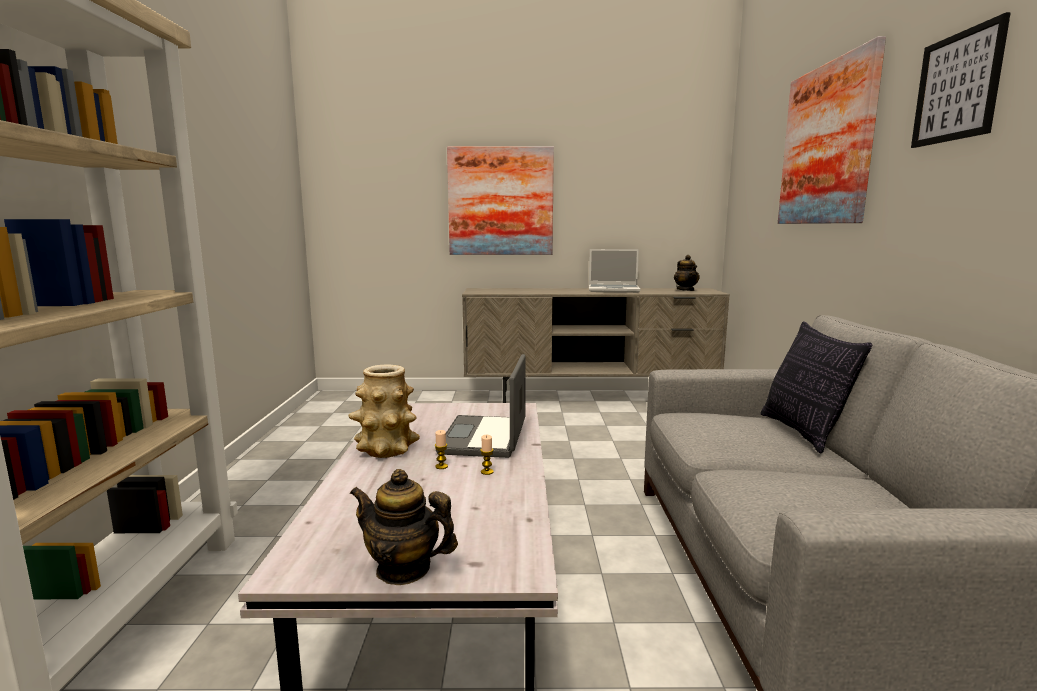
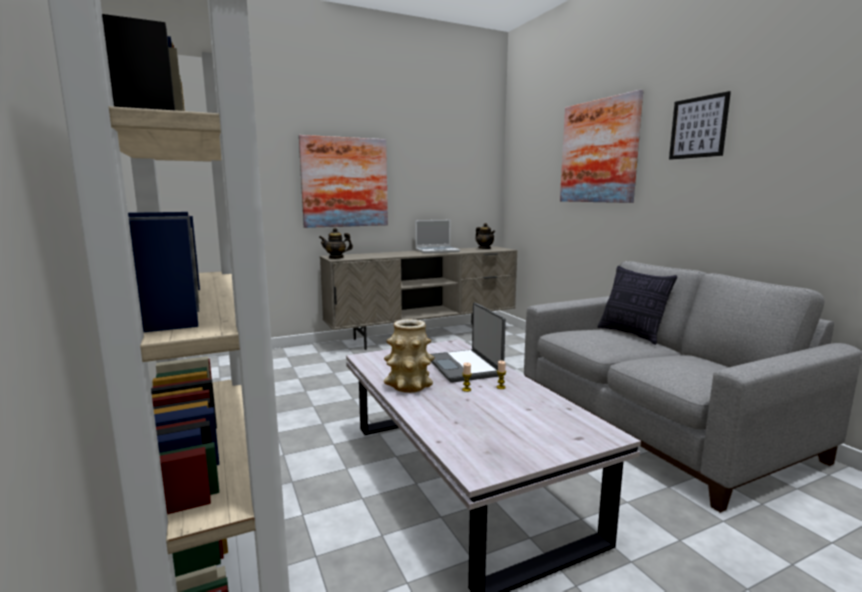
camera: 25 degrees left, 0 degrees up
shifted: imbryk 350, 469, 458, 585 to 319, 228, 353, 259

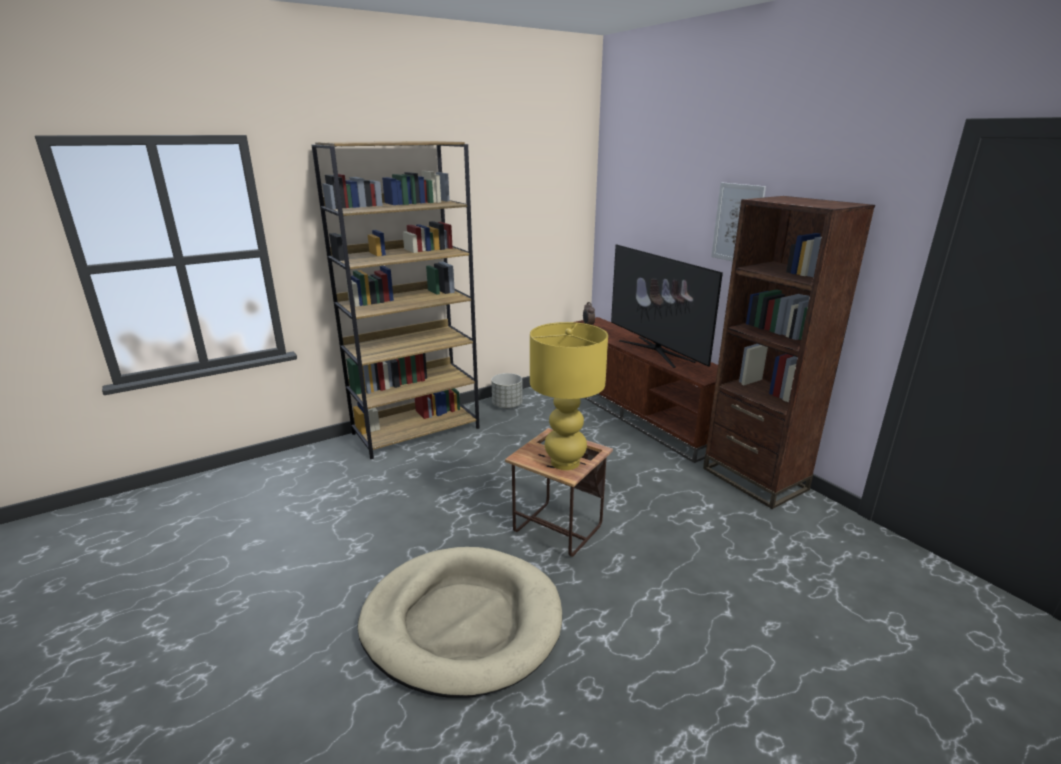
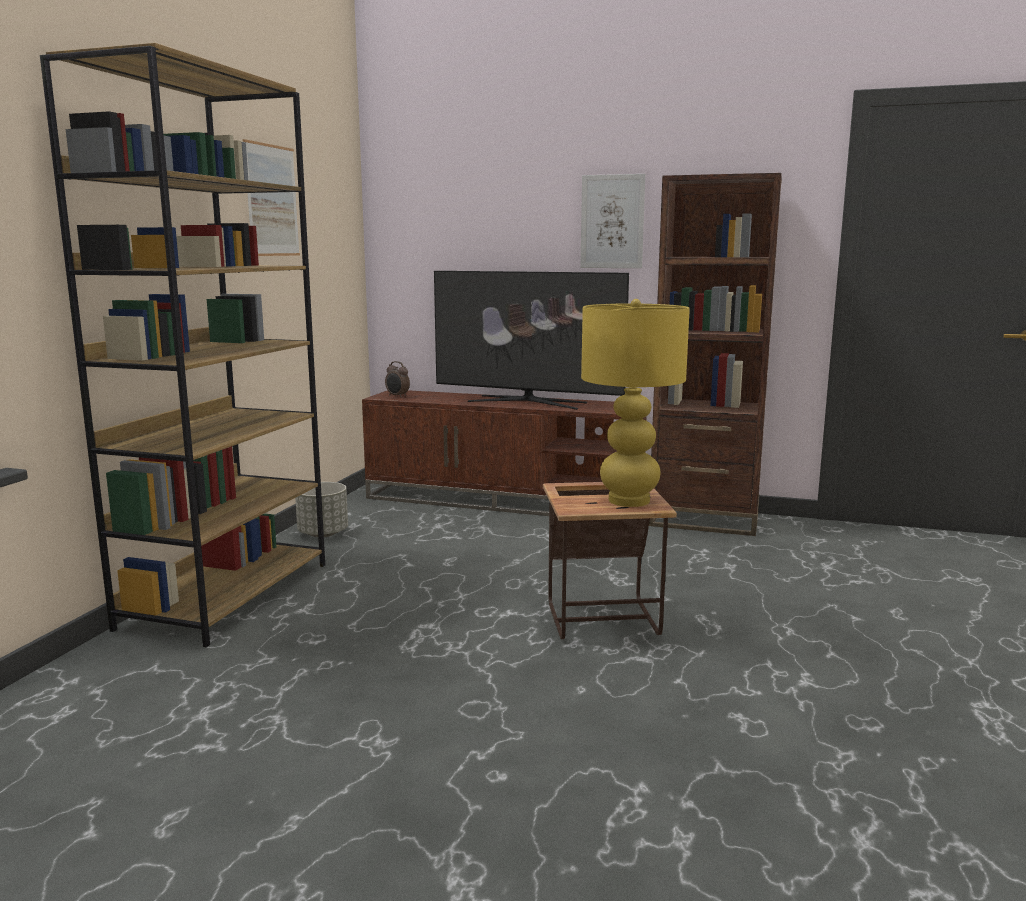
camera: 40 degrees left, 10 degrees down
gone: legowisko/beżowy 358, 547, 562, 698
new: obraz 243, 139, 300, 256

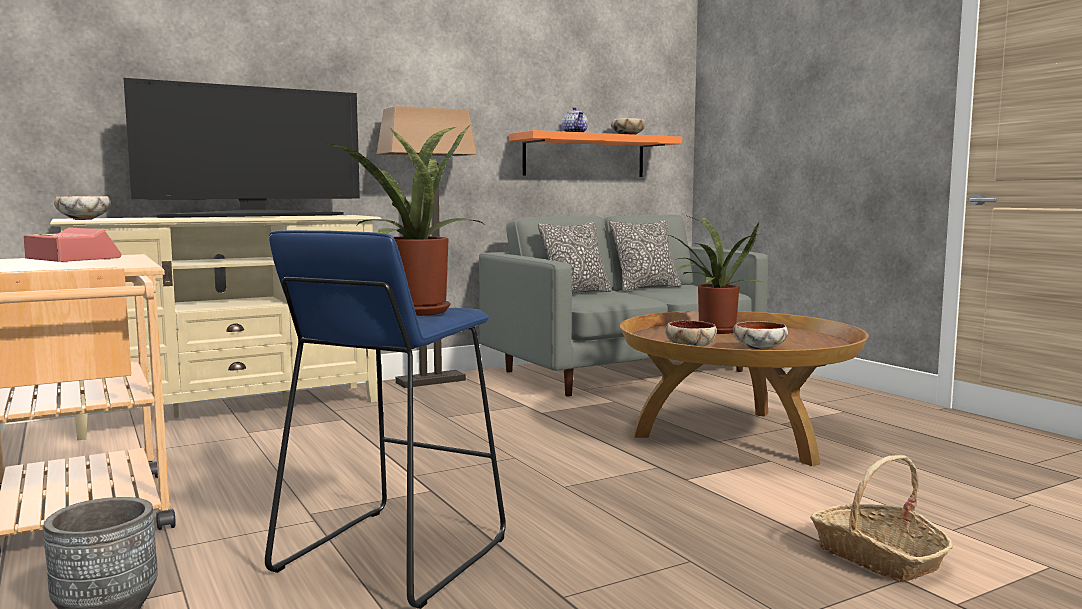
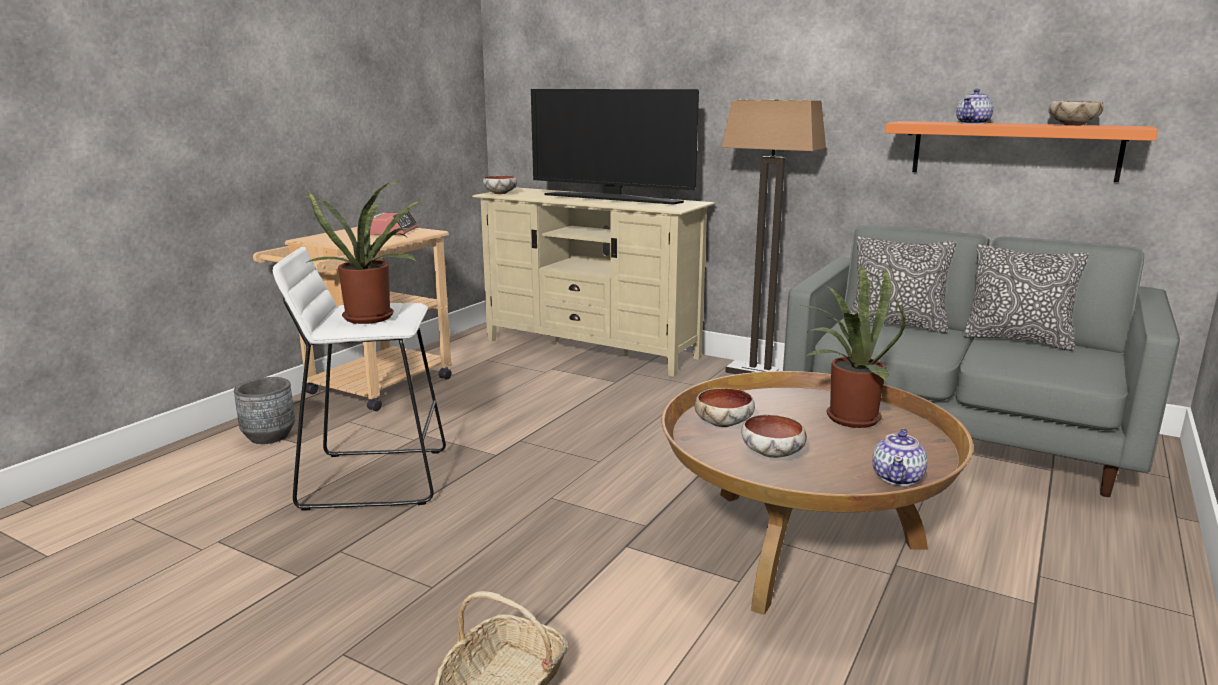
camera: 60 degrees right, 10 degrees up
new: imbryk 873, 429, 928, 486
repainted: stołek/niebieski 265, 230, 506, 609 to stołek/biały 273, 247, 446, 511

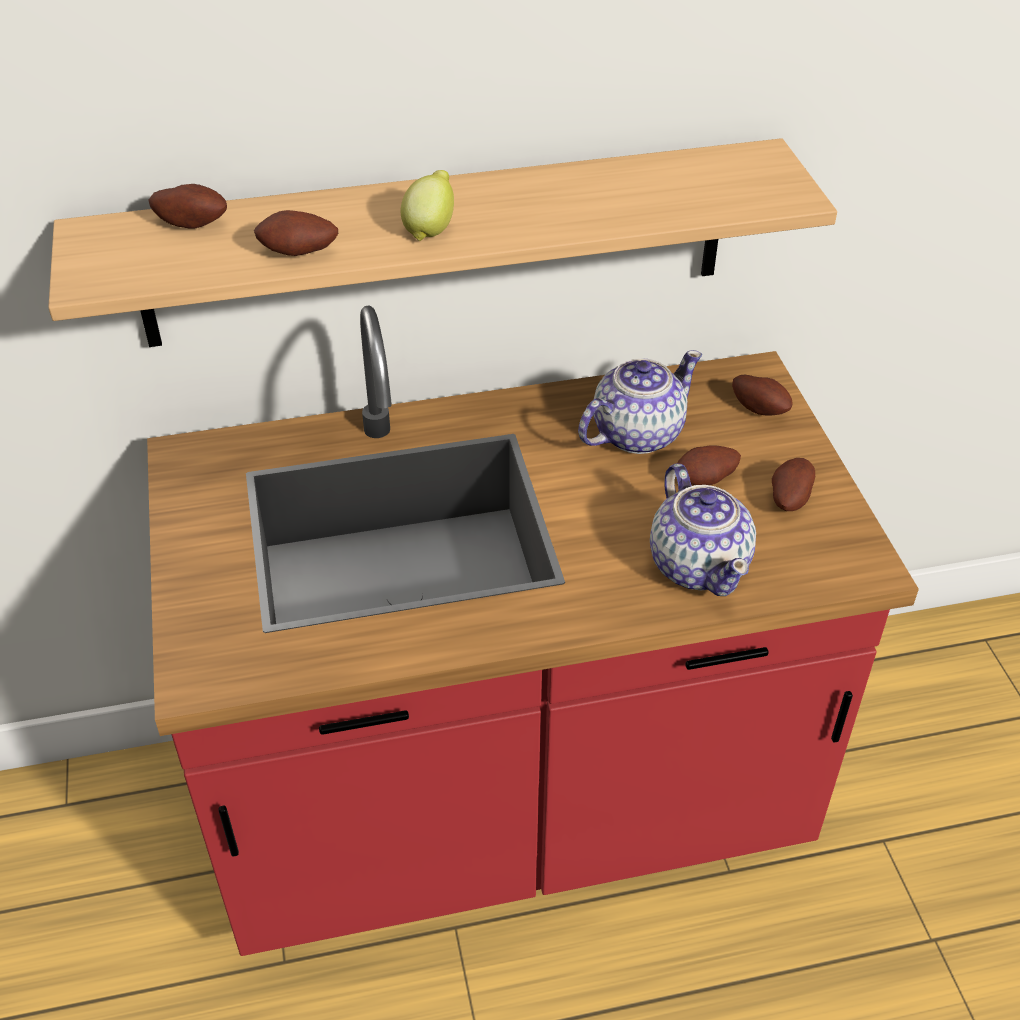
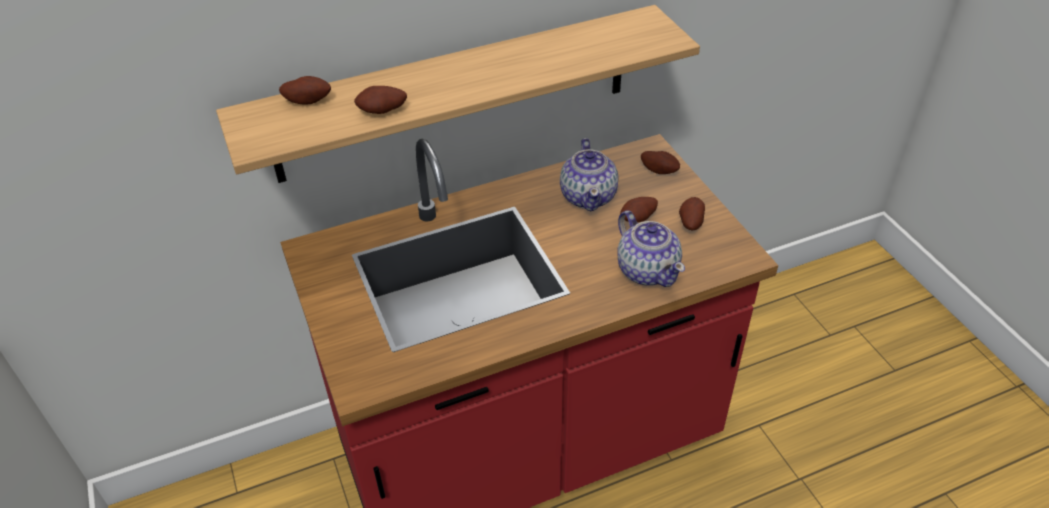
camera: 10 degrees left, 0 degrees up
gone: cytryna 400, 170, 454, 241
rotated: imbryk 578, 350, 702, 454 = 560, 138, 618, 211 135 degrees clockwise

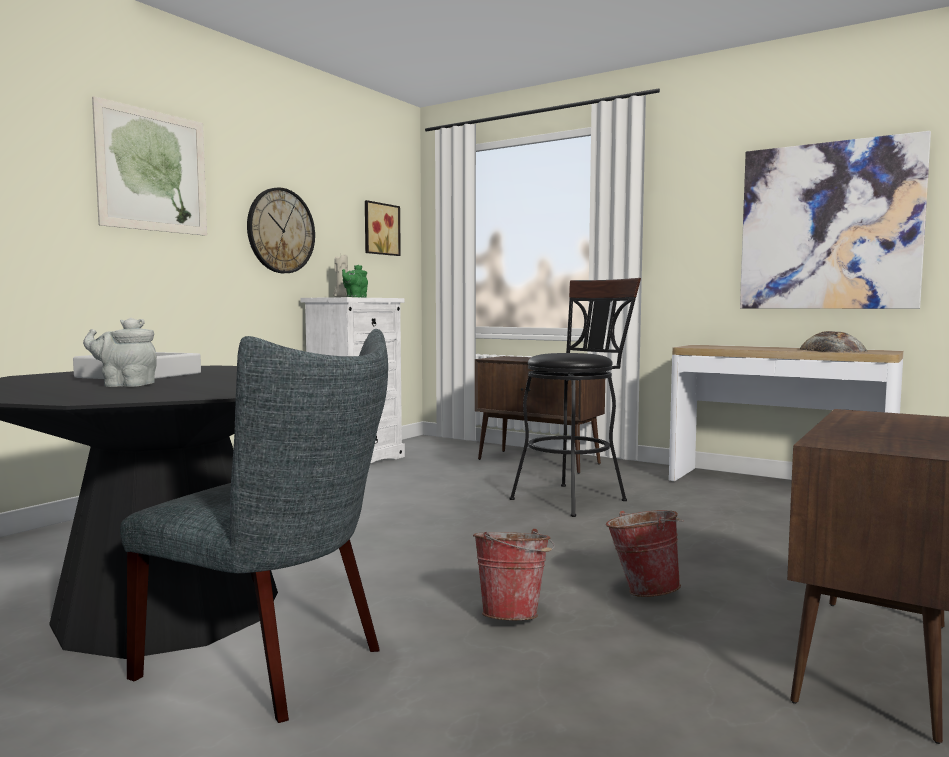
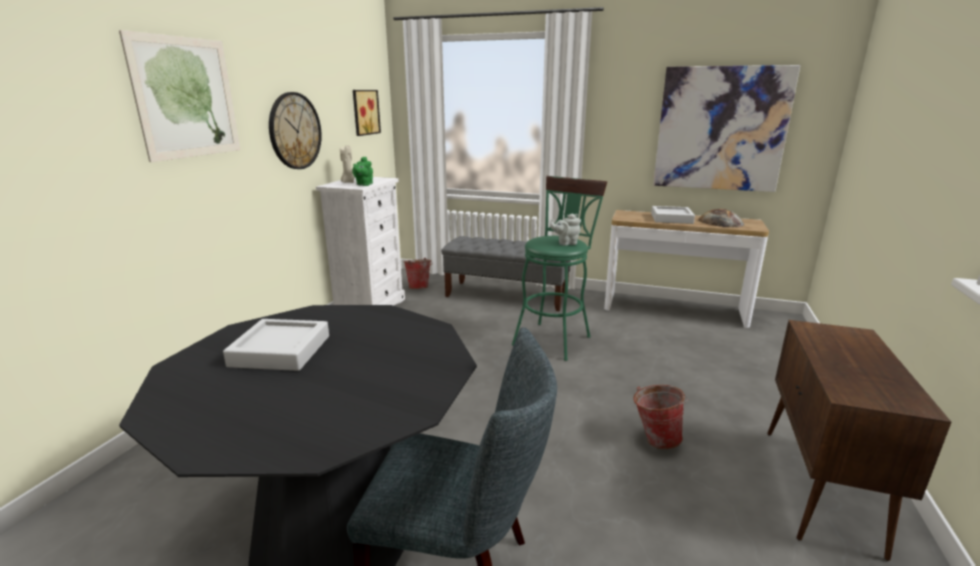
camera: 15 degrees left, 15 degrees up
new: taca/szary 651, 206, 695, 224
shifted: imbryk/szary 83, 318, 157, 387 to 550, 214, 581, 246; wiadro 473, 529, 555, 620 to 404, 258, 433, 289
swapped: szafka/brązowy 475, 356, 605, 474 to ławka/szary 441, 236, 571, 311
repainted: stołek/czarny 509, 278, 641, 517 to stołek/zielony 512, 176, 607, 361

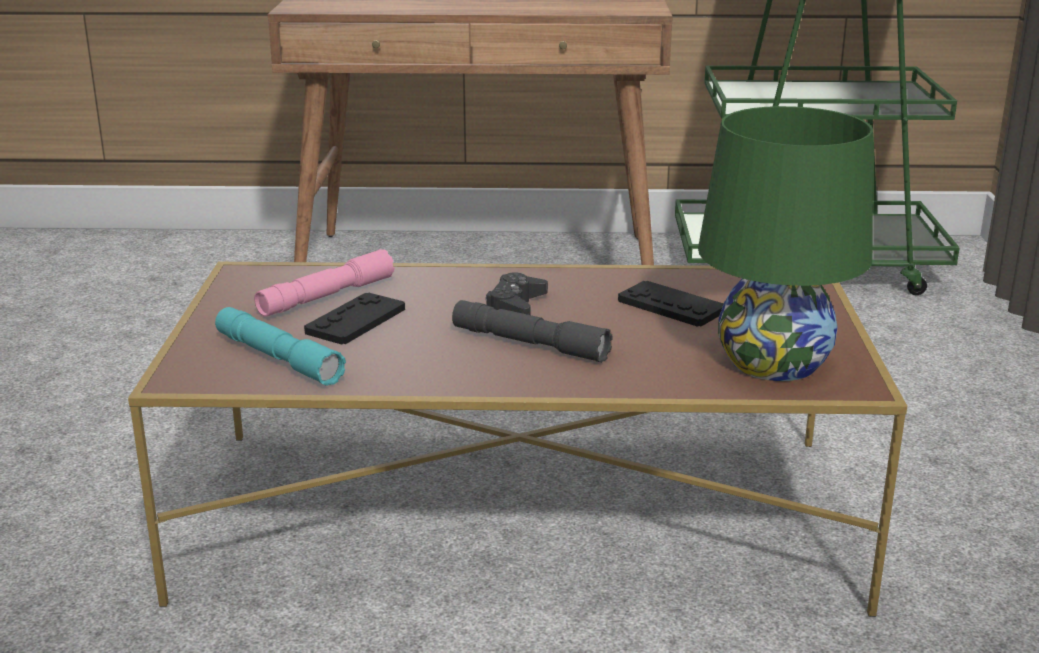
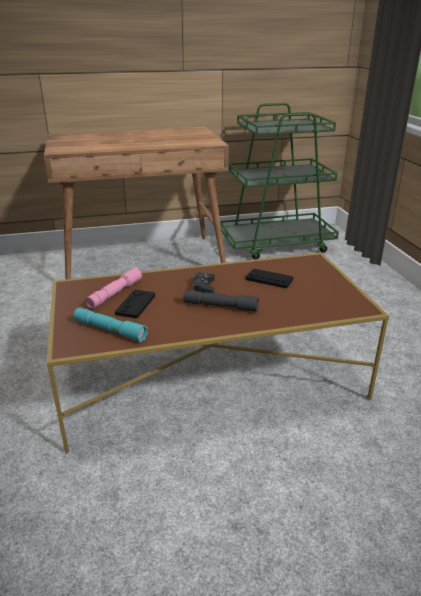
camera: 15 degrees left, 5 degrees up
gone: lampa stołowa/zielony 698, 106, 873, 381

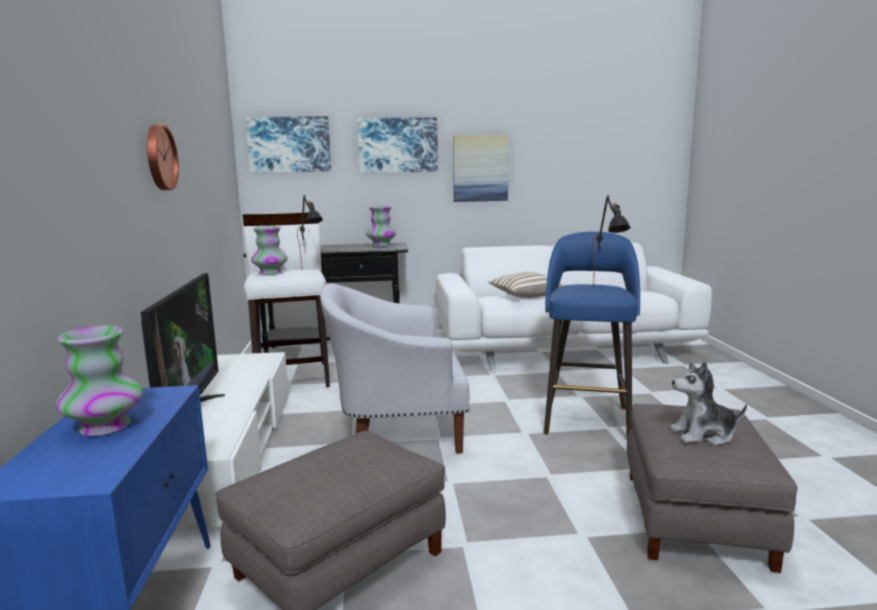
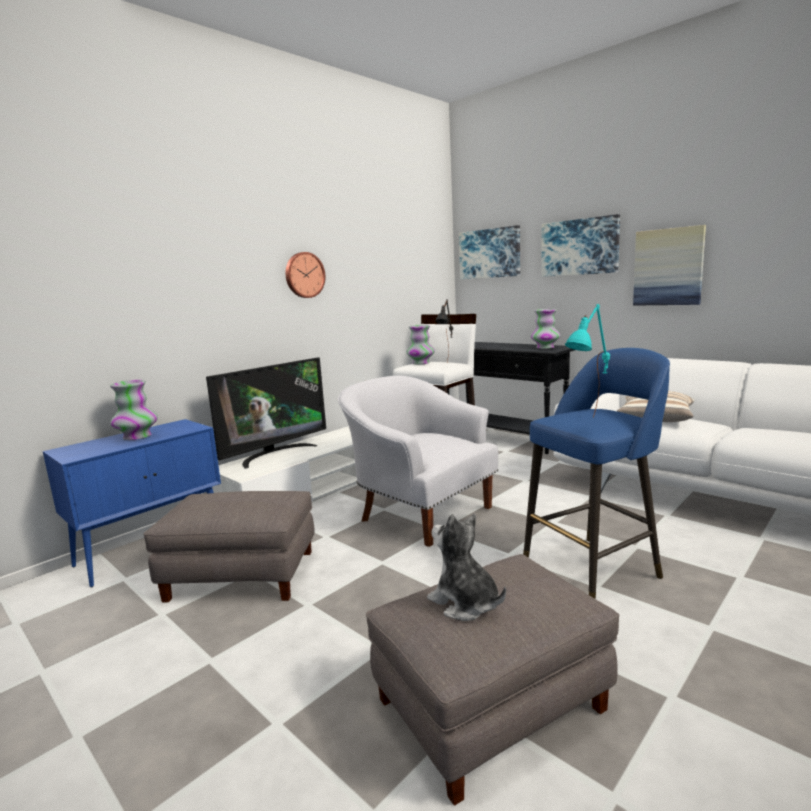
camera: 50 degrees right, 0 degrees up
repainted: lampa stołowa/czarny 592, 195, 630, 290 to lampa stołowa/turkusowy 565, 304, 610, 418

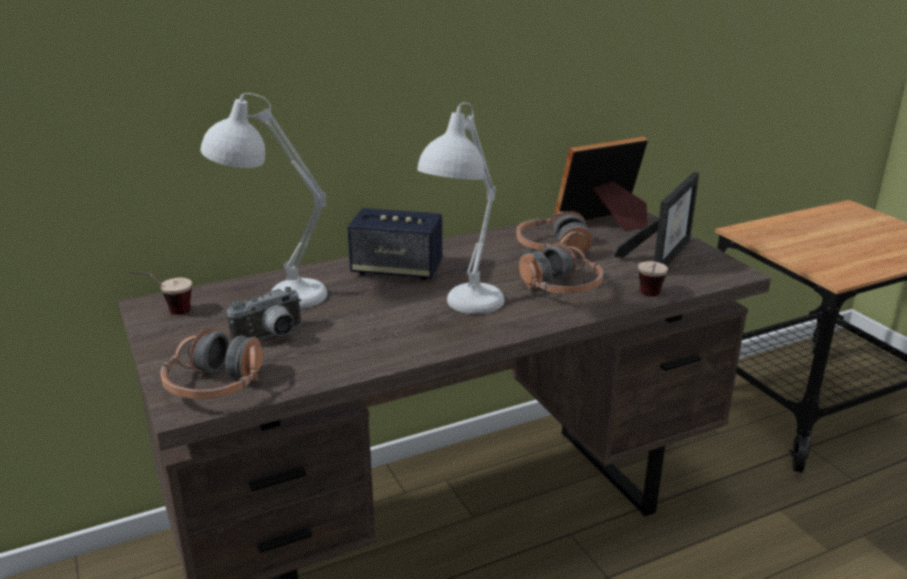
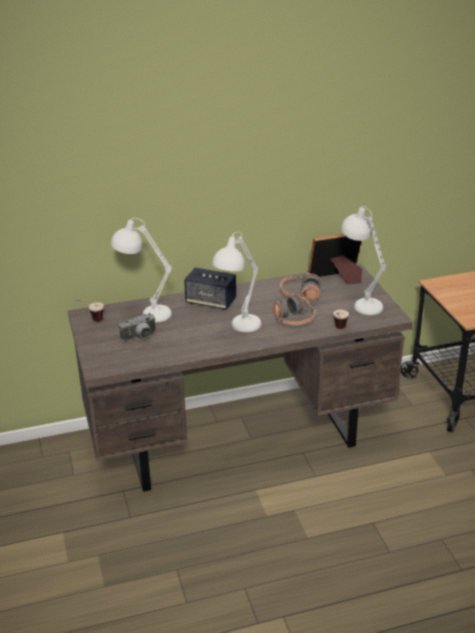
camera: 10 degrees right, 5 degrees up
gone: słuchawki 161, 329, 263, 399
swapped: ramka na zdjęcie 614, 172, 699, 266 to lampa stołowa/biały 341, 206, 386, 315

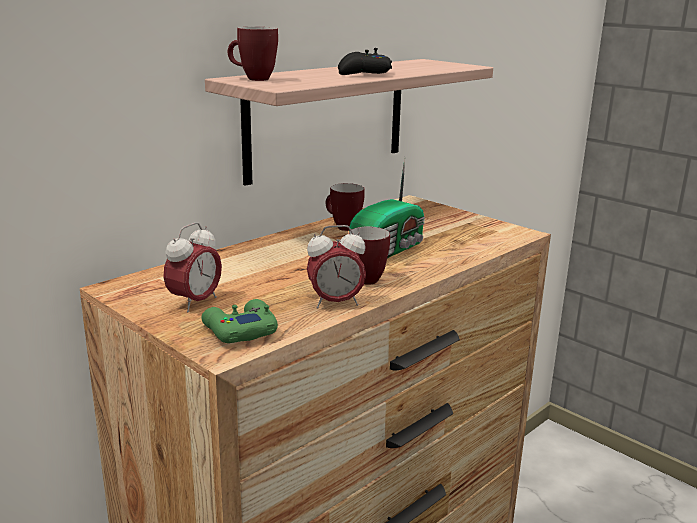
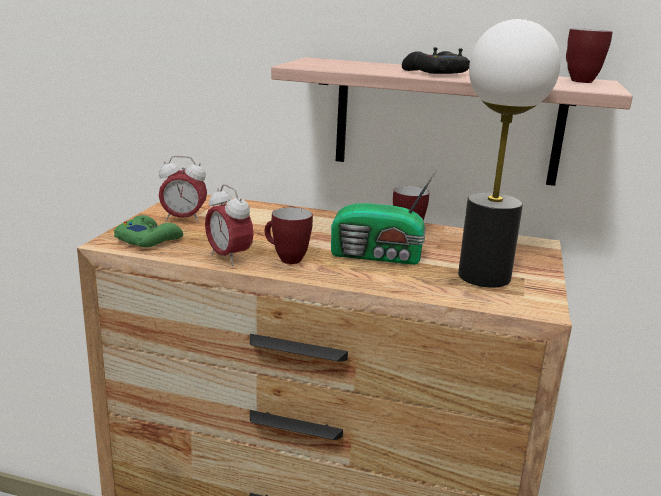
camera: 60 degrees right, 0 degrees up
new: lampa stołowa 458, 19, 560, 287
shifted: kubek 228, 27, 278, 81 to 566, 28, 613, 83

